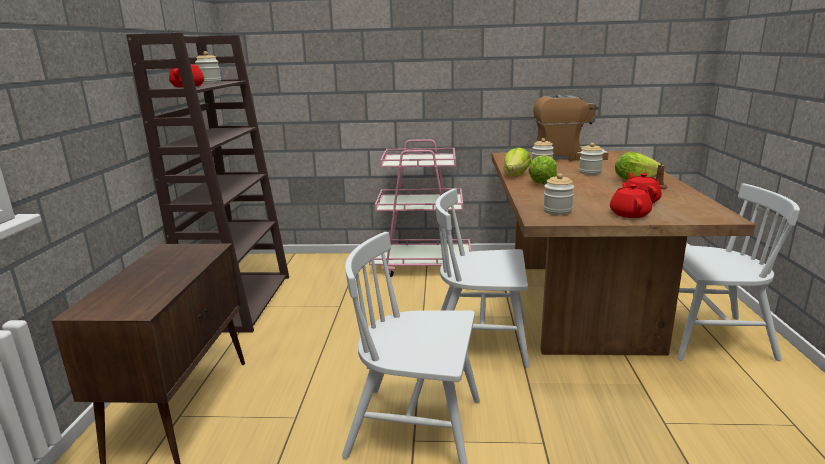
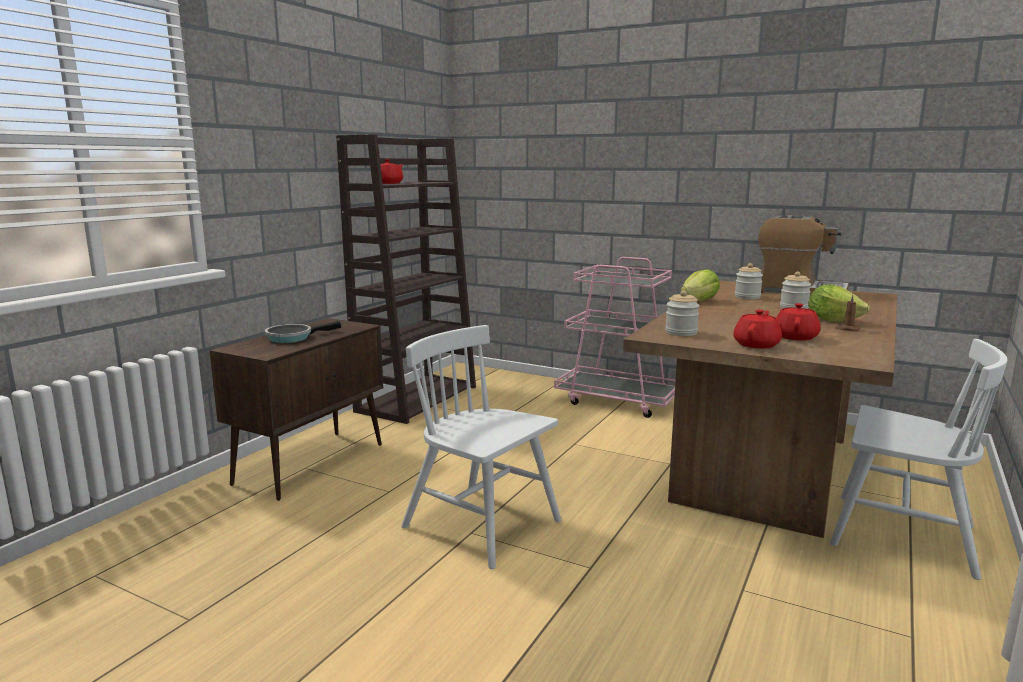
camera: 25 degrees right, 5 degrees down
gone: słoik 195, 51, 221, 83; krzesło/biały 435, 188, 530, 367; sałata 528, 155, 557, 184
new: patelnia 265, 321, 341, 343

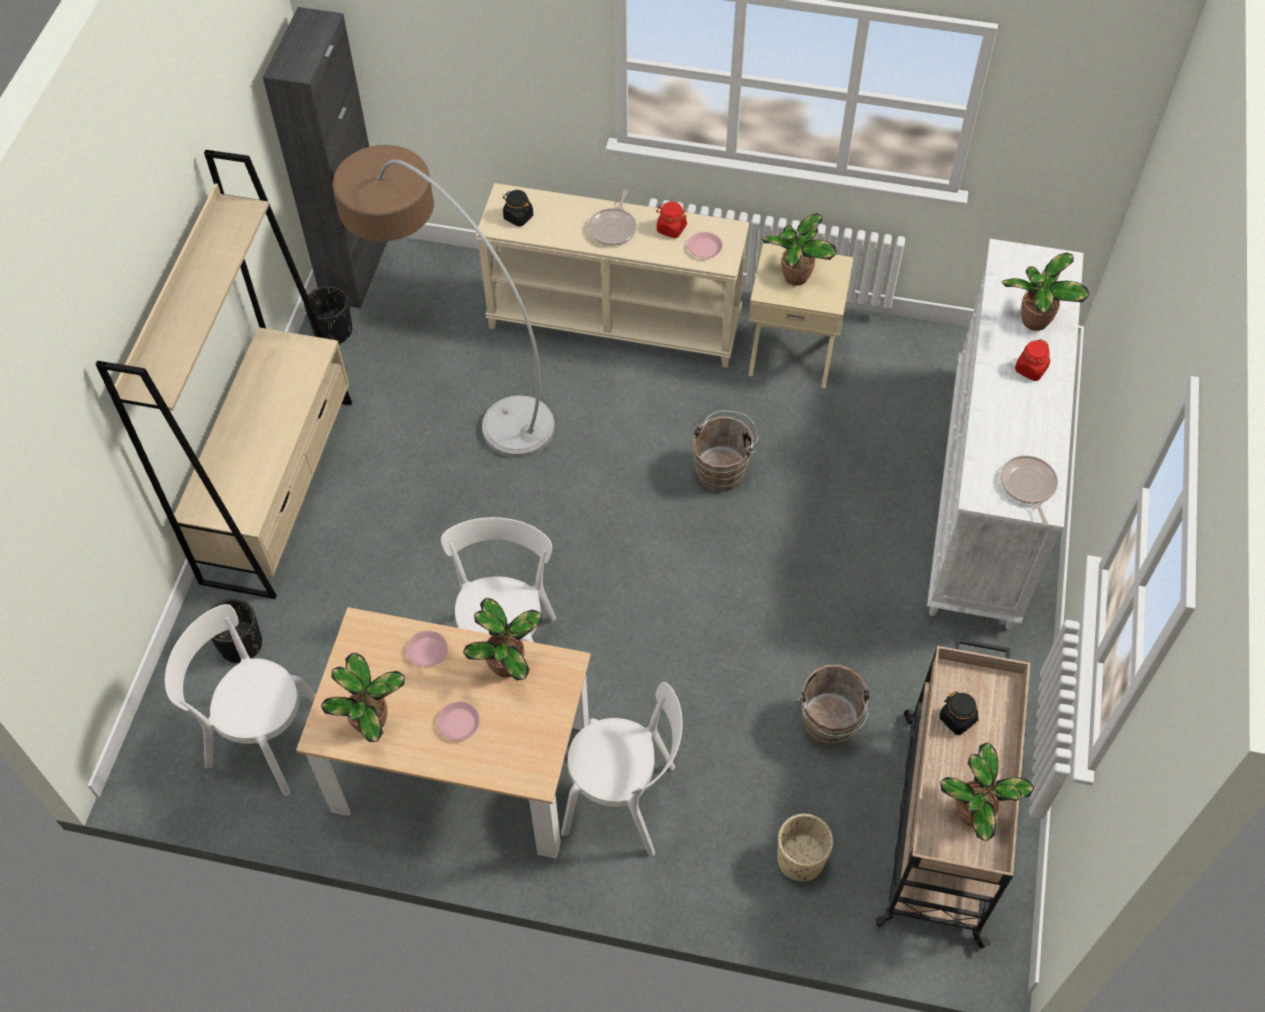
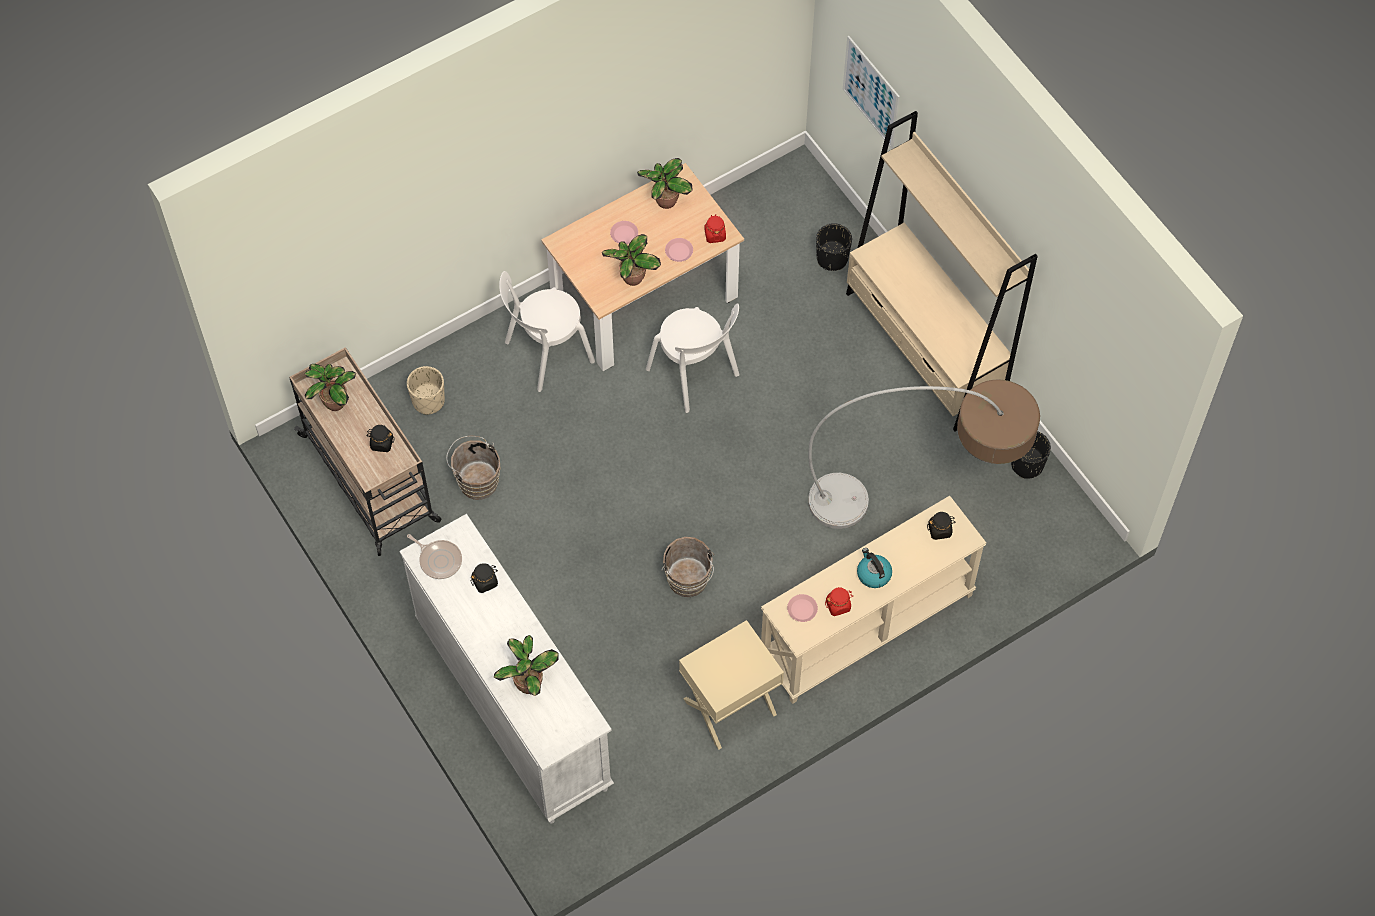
camera: 135 degrees right, 5 degrees up
gone: krzesło/biały 165, 604, 316, 796; szafka/czarny 263, 7, 388, 308; roślina doniczkowa 762, 213, 837, 286
new: słoik/czarny 471, 563, 498, 593; obraz 843, 36, 900, 149
shifted: słoik/czerwony 1015, 339, 1050, 381 to 704, 215, 726, 243
swapped: patelnia 588, 190, 637, 246 to czajnik 857, 548, 892, 588

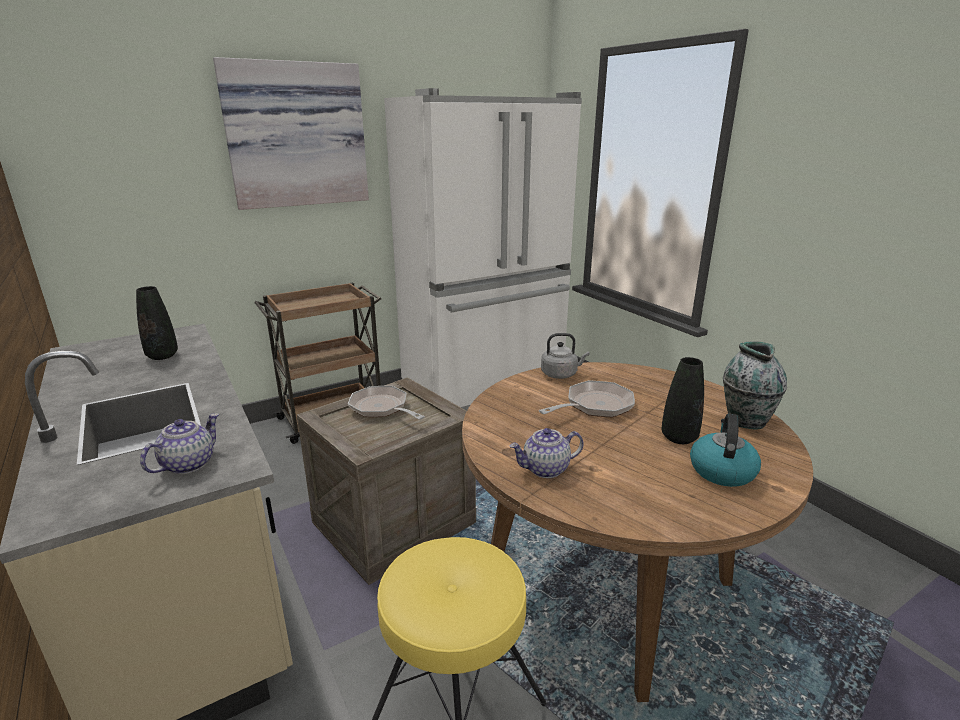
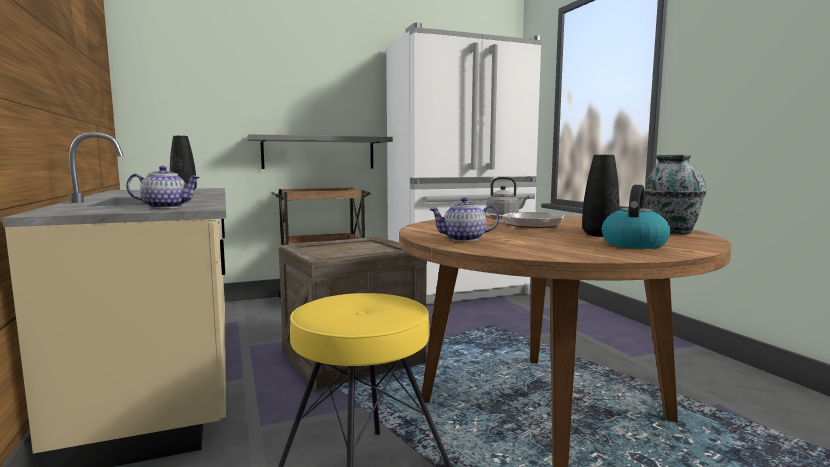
camera: 10 degrees right, 15 degrees down
gone: obraz 213, 57, 369, 210; patelnia 348, 386, 425, 420
new: półka/szary 247, 134, 393, 169
rotated: imbryk 140, 413, 219, 474 = 126, 166, 200, 209 45 degrees clockwise

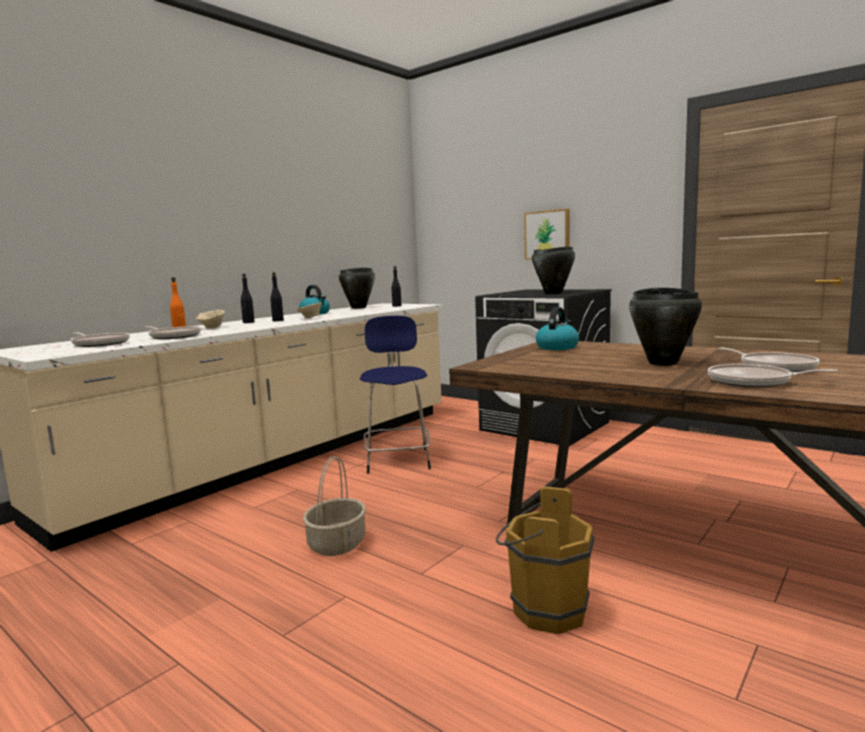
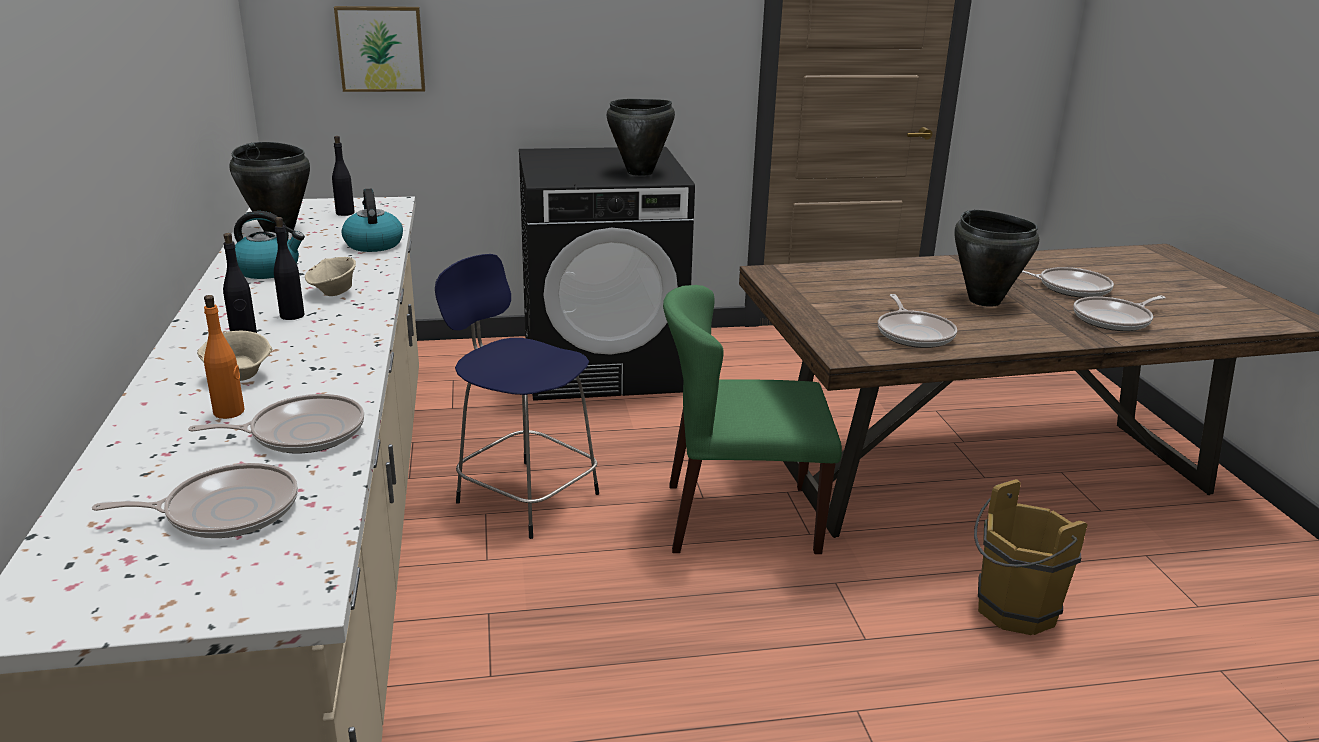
camera: 50 degrees left, 15 degrees up
gone: koszyk 303, 456, 366, 556
new: krzesło/zielony 663, 285, 842, 554; patelnia 878, 294, 957, 348
shifted: obraz 524, 209, 570, 260 to 334, 6, 425, 92; czajnik 536, 307, 579, 350 to 342, 188, 403, 252

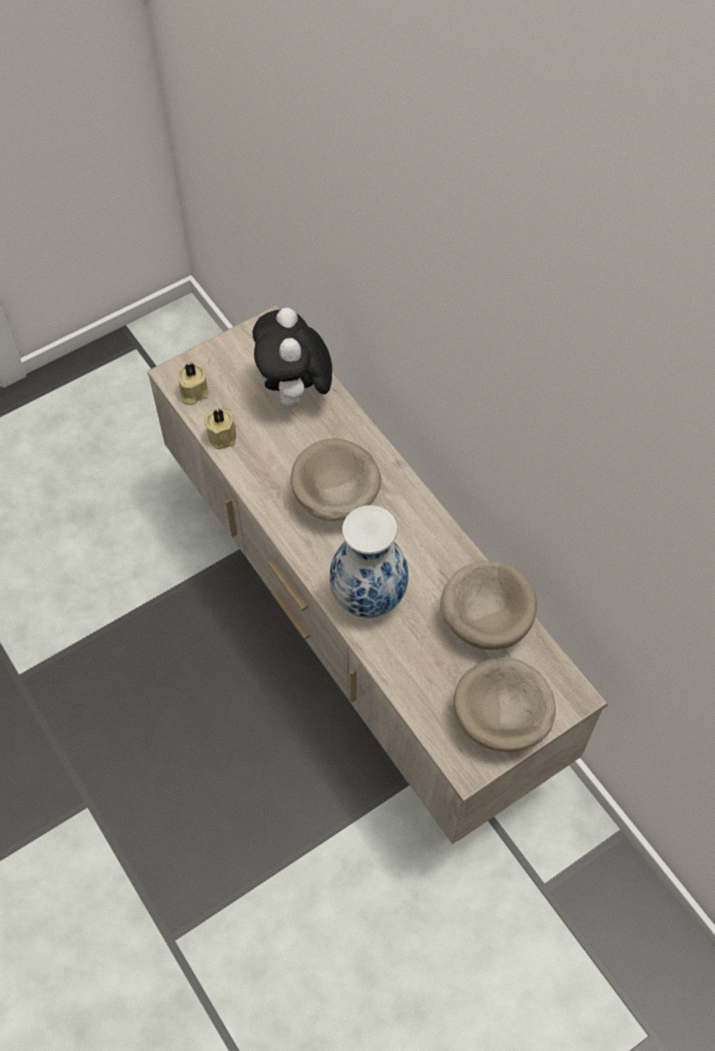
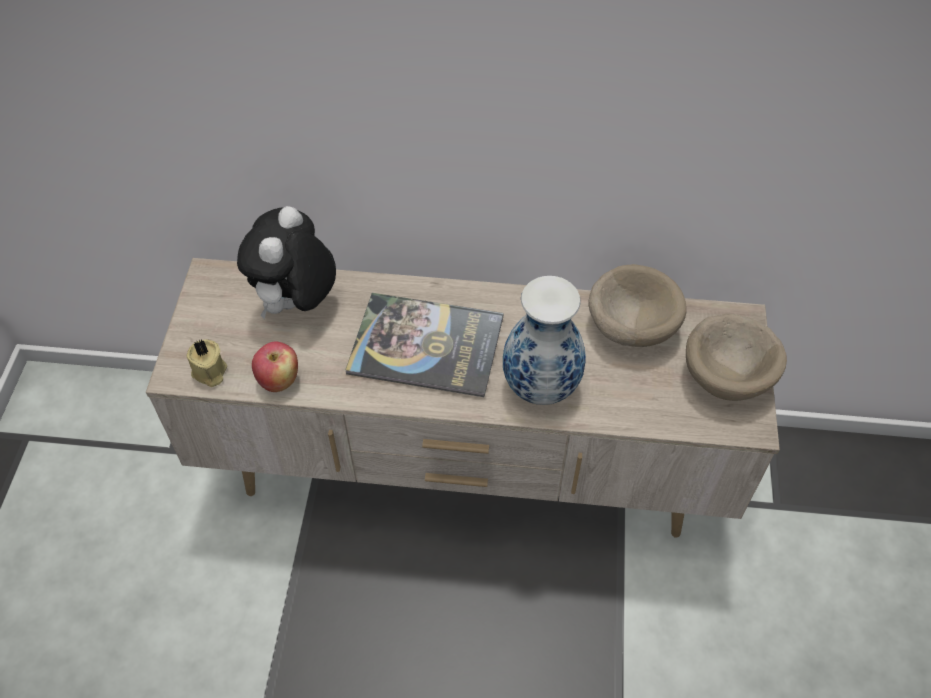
camera: 50 degrees left, 5 degrees down
swapped: świeca/beżowy 204, 409, 236, 450 to jabłko 252, 341, 298, 392; miska/beżowy 291, 439, 382, 521 to książka 345, 293, 503, 397
rotated: pluszak 252, 308, 332, 408 = 237, 206, 336, 320 75 degrees clockwise

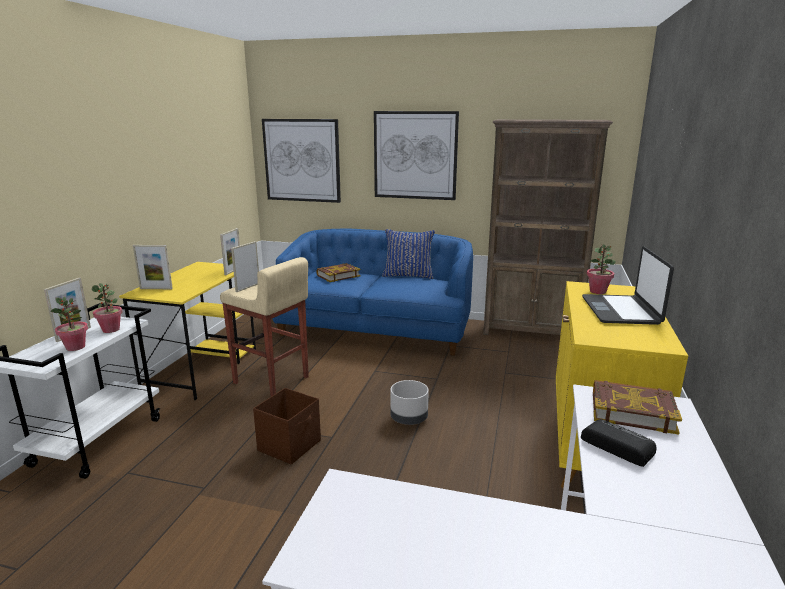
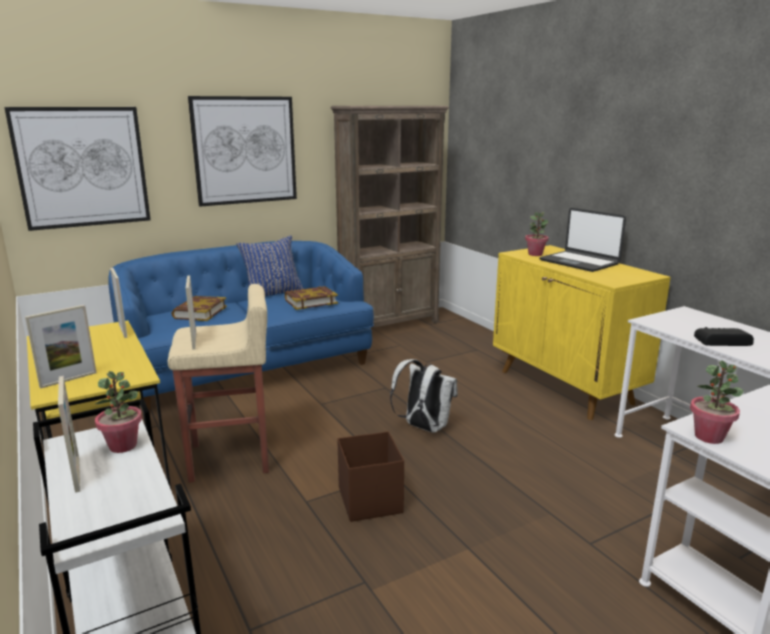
camera: 45 degrees left, 0 degrees up
shifted: roślina doniczkowa 51, 297, 88, 351 to 690, 360, 743, 444; książka 593, 380, 682, 435 to 285, 286, 338, 310
swapped: donica/szary 390, 380, 429, 425 to plecak/biały 390, 359, 458, 433

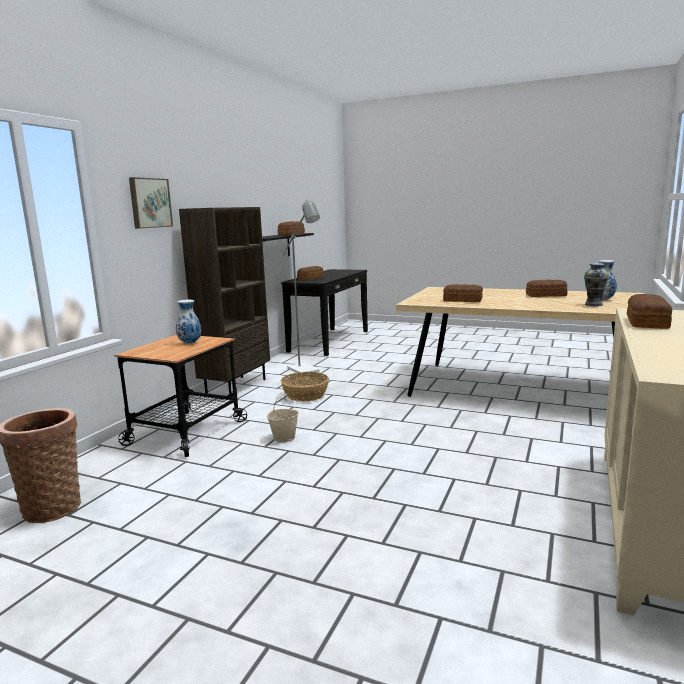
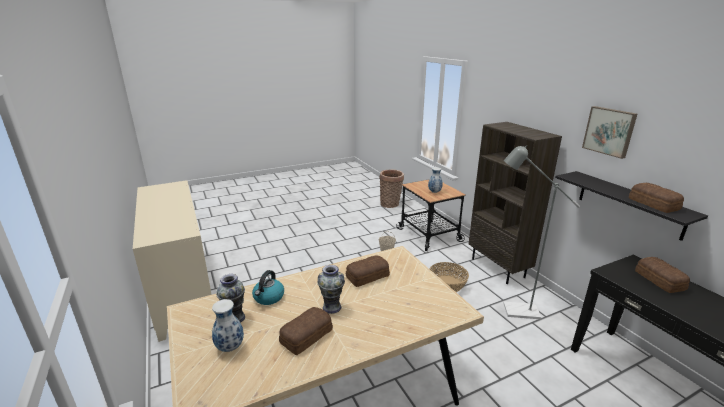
camera: 130 degrees right, 10 degrees up
gone: chleb 627, 294, 672, 329
new: czajnik 252, 270, 284, 305; wazon 318, 265, 345, 314
shifted: obraz 129, 177, 173, 229 to 582, 106, 637, 159

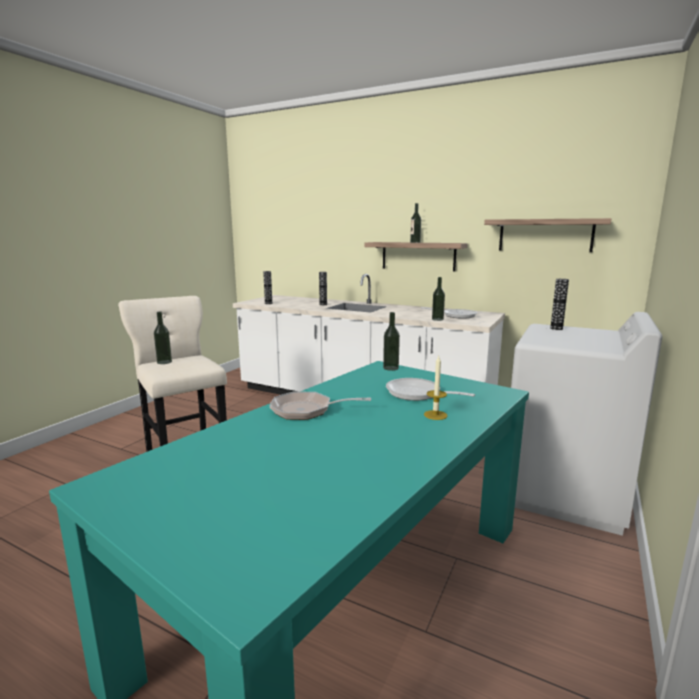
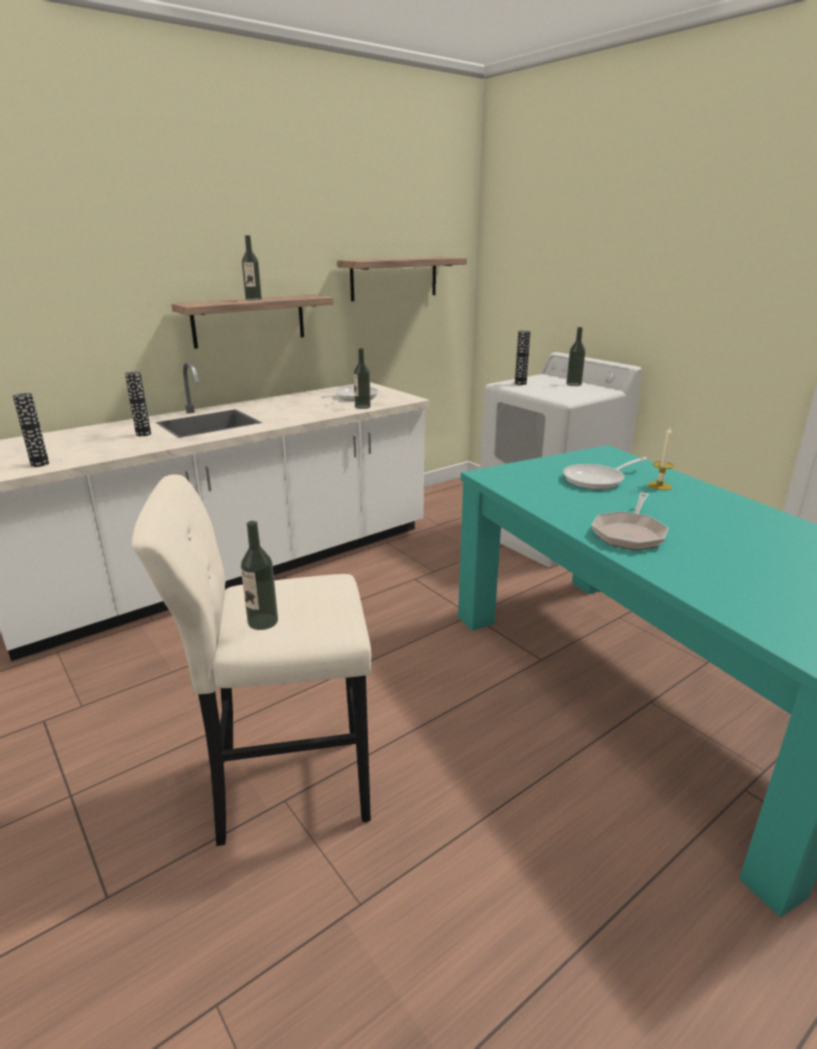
camera: 65 degrees left, 10 degrees up
shifted: butelka 383, 312, 400, 371 to 566, 327, 586, 386

